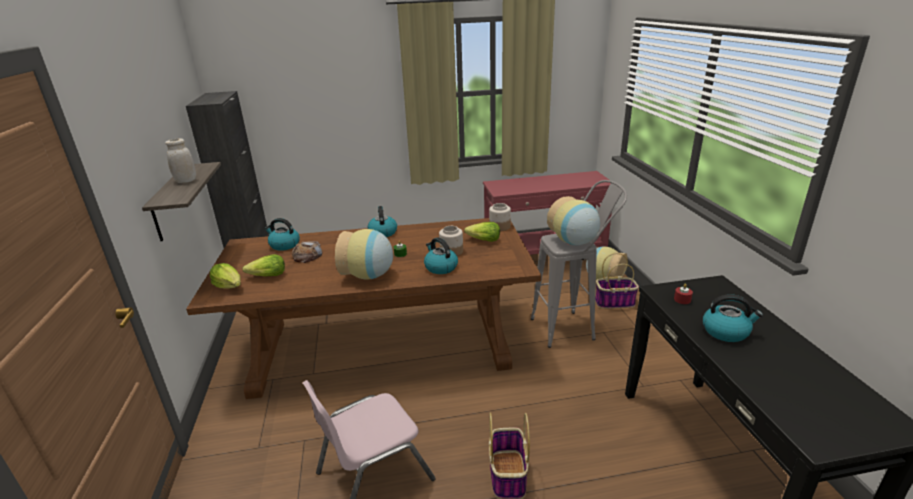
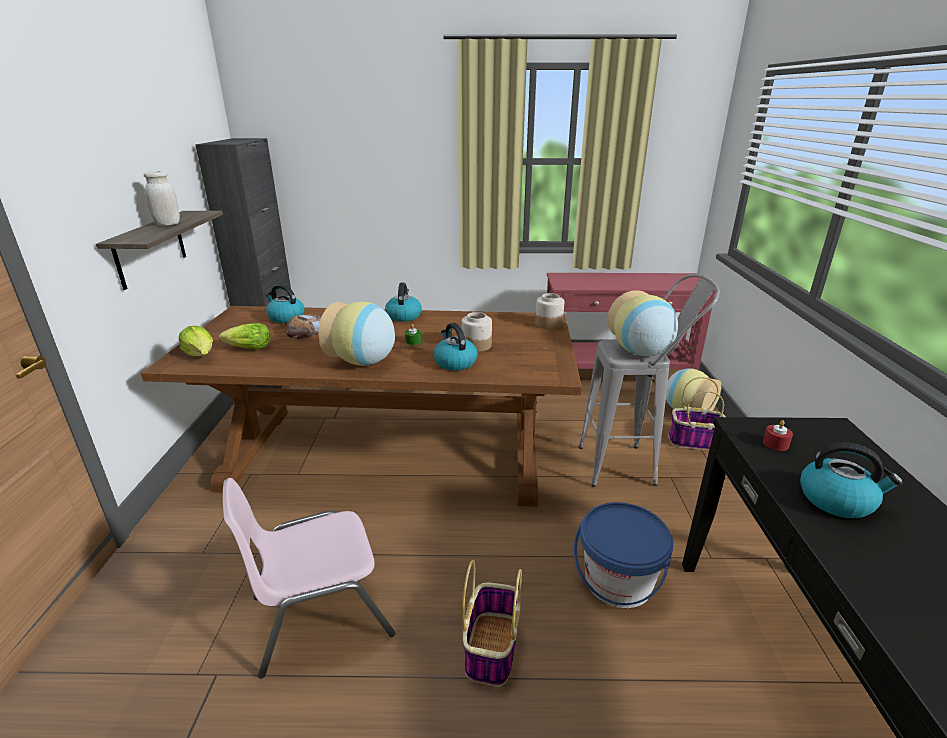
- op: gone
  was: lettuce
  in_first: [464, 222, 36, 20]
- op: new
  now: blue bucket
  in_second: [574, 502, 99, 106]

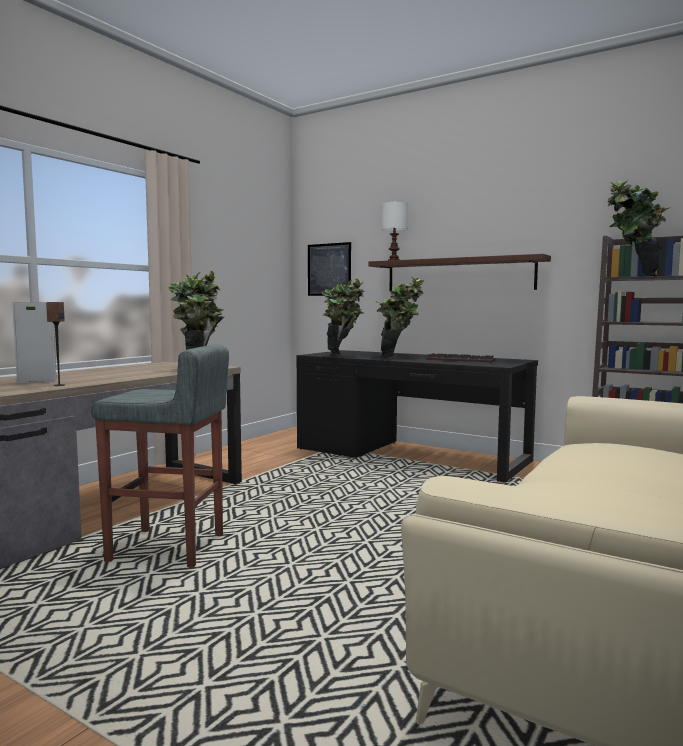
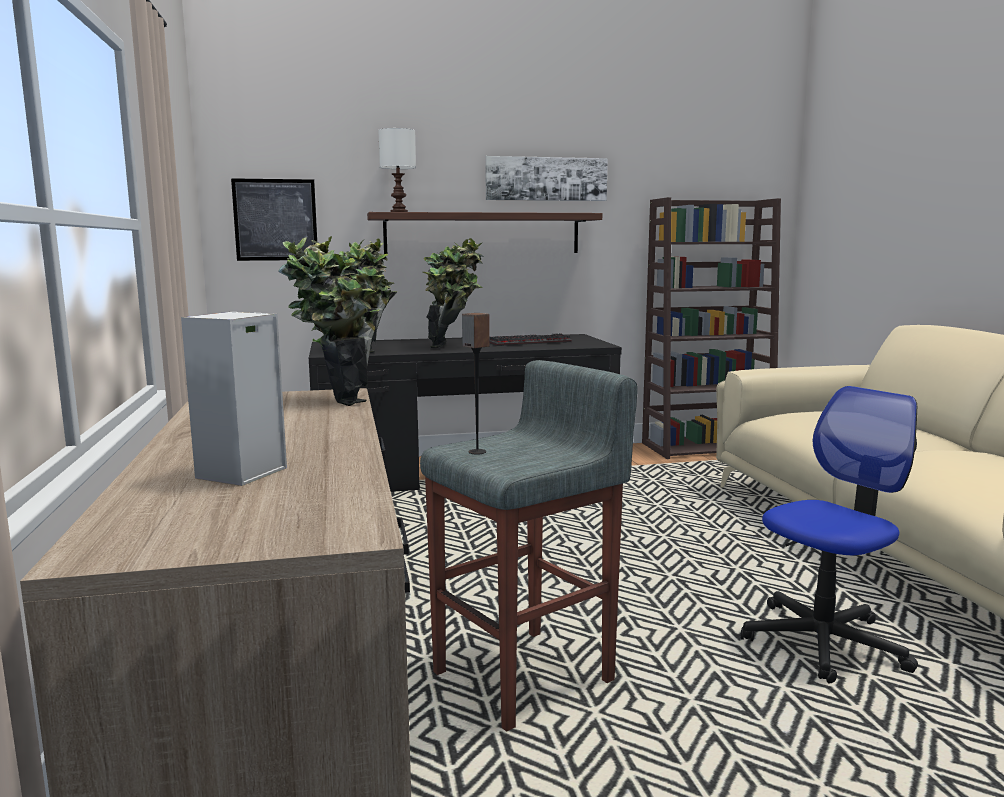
- op: gone
  was: potted plant
  in_first: [608, 181, 63, 95]
- op: new
  now: picture
  in_second: [485, 156, 123, 45]
- op: new
  now: office chair
  in_second: [741, 386, 177, 298]
- op: shifted
  was: speaker
  in_first: [46, 302, 19, 84]
  in_second: [462, 313, 28, 142]

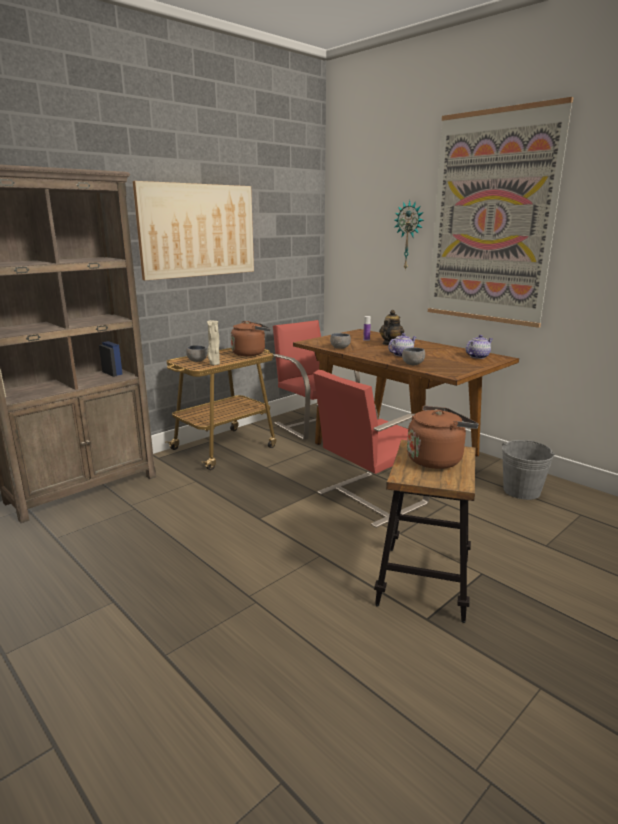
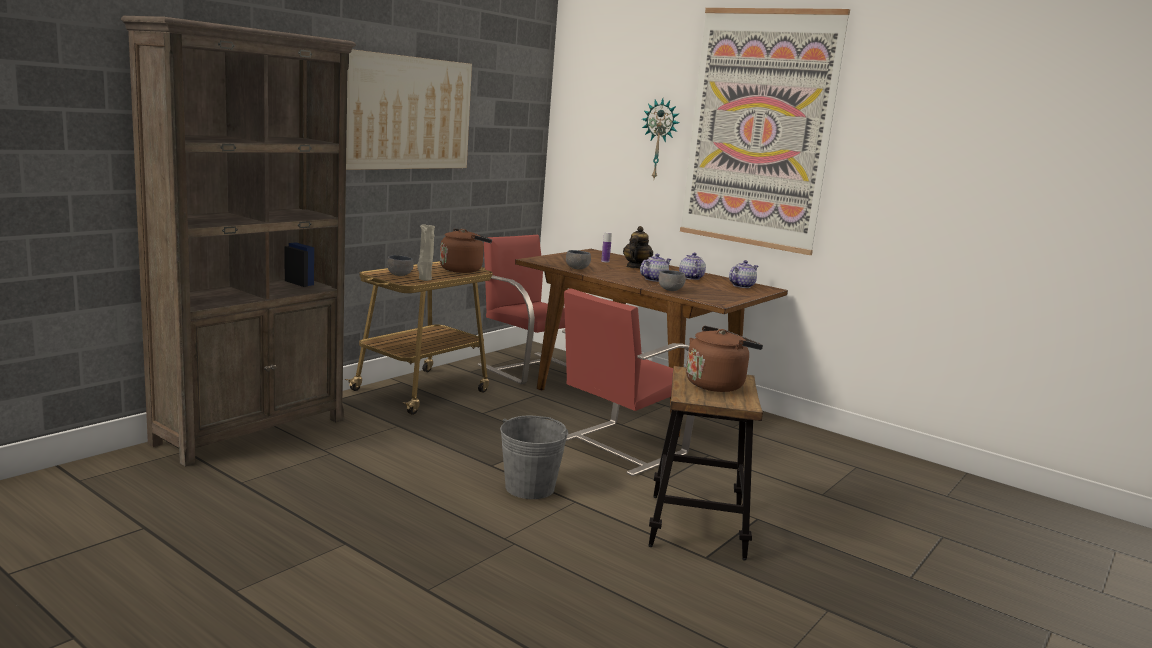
- op: new
  now: teapot
  in_second: [679, 253, 27, 27]
- op: shifted
  was: grey bucket
  in_first: [502, 440, 53, 60]
  in_second: [500, 416, 68, 83]

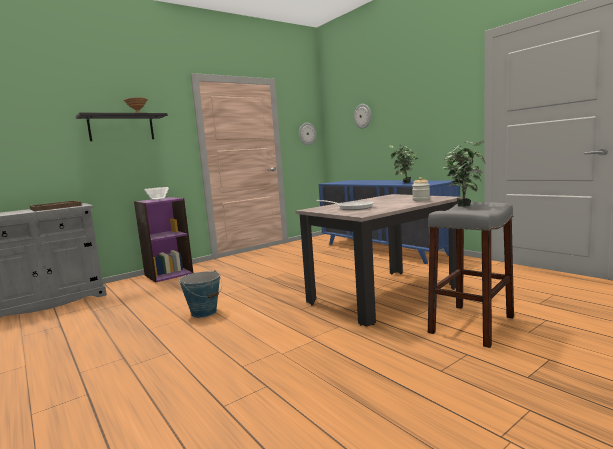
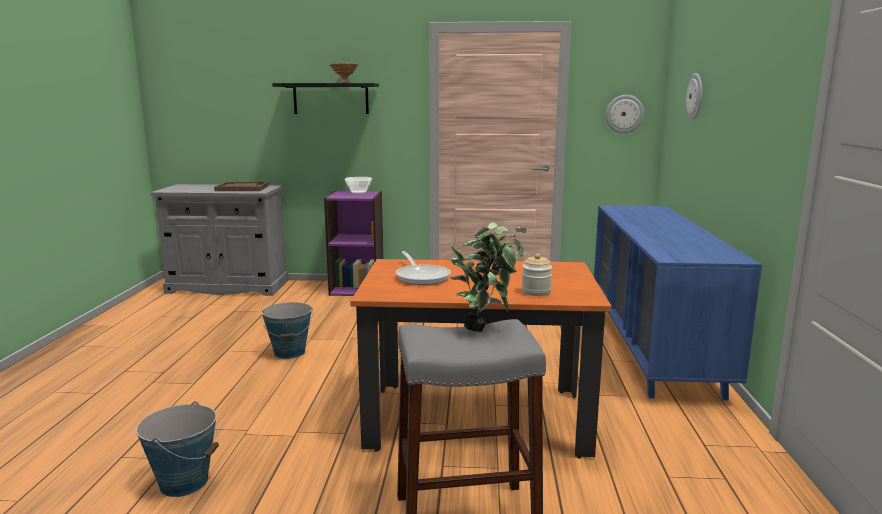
- op: gone
  was: potted plant
  in_first: [389, 144, 29, 39]
- op: new
  now: bucket
  in_second: [136, 401, 83, 96]
- op: repainted
  was: beige dining table
  now: orange dining table
  in_first: [295, 194, 168, 133]
  in_second: [350, 259, 262, 199]

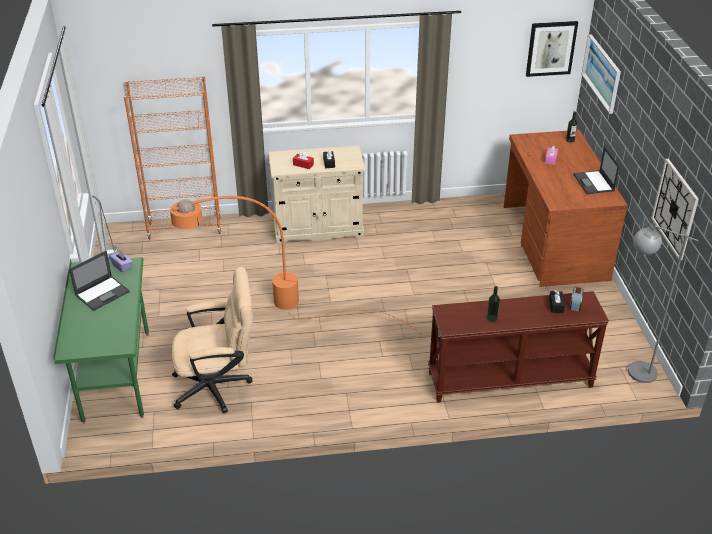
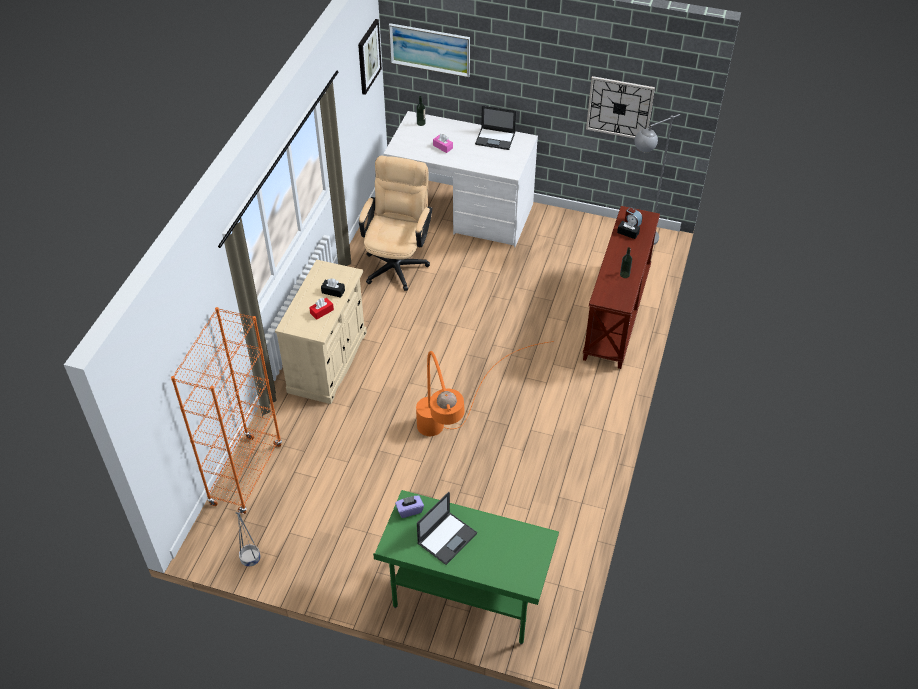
- op: shifted
  was: beige office chair
  in_first: [172, 267, 81, 146]
  in_second: [359, 156, 73, 135]
- op: repainted
  was: brown desk
  now: white desk
  in_first: [504, 130, 124, 157]
  in_second: [383, 111, 155, 136]
- op: rotated
  was: laptop
  in_first: [69, 251, 61, 60]
  in_second: [417, 492, 60, 73]
  clockwise: 60

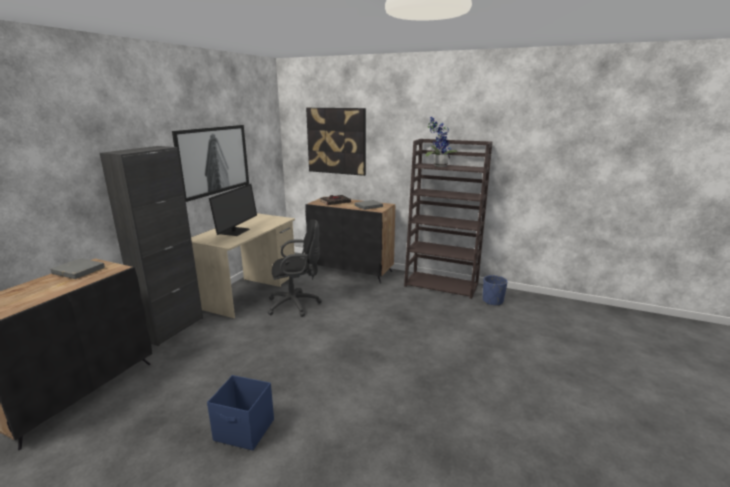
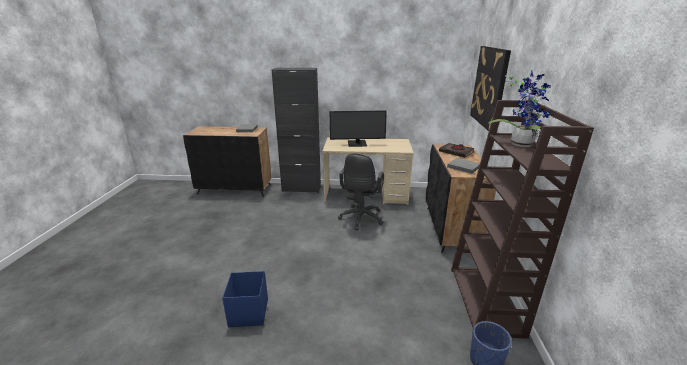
- op: gone
  was: picture
  in_first: [172, 125, 77, 77]
- op: shifted
  was: blue storage box
  in_first: [207, 375, 67, 76]
  in_second: [222, 271, 46, 56]
- op: rotated
  was: black office chair
  in_first: [267, 219, 55, 98]
  in_second: [338, 154, 46, 76]
  clockwise: 45

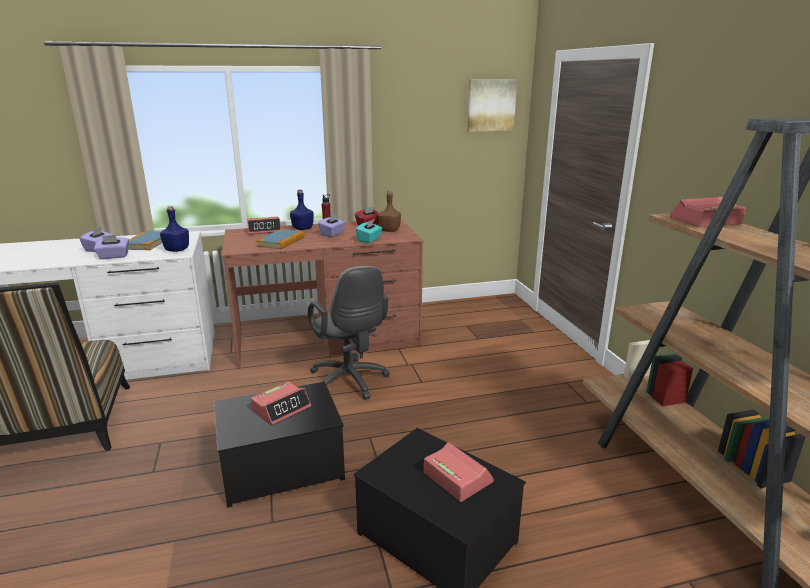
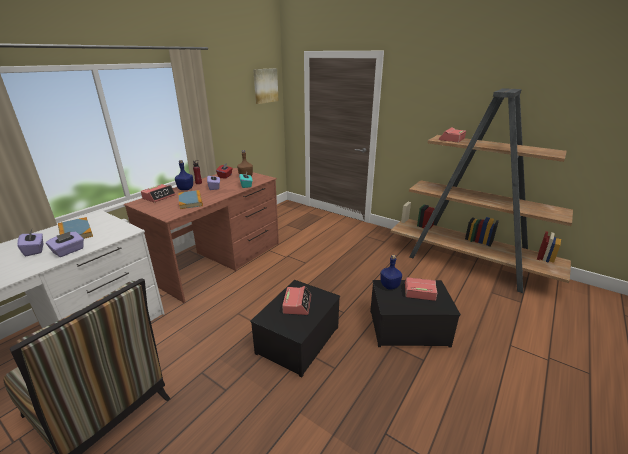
- op: gone
  was: grey office chair
  in_first: [308, 266, 82, 134]
- op: shifted
  was: blue bottle
  in_first: [160, 206, 29, 46]
  in_second: [380, 255, 22, 35]

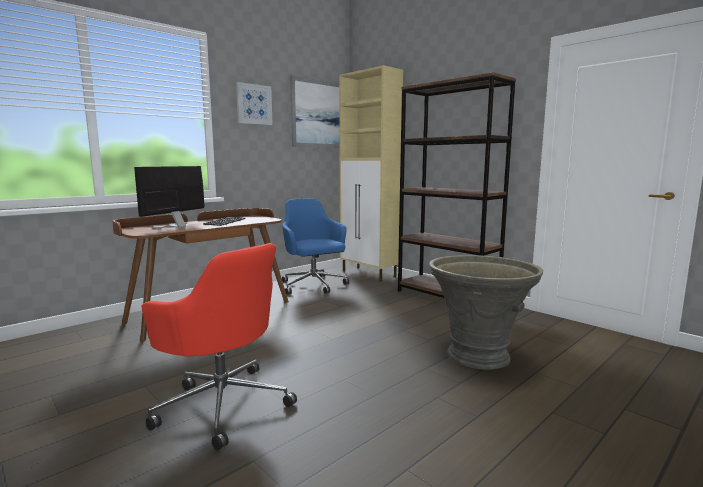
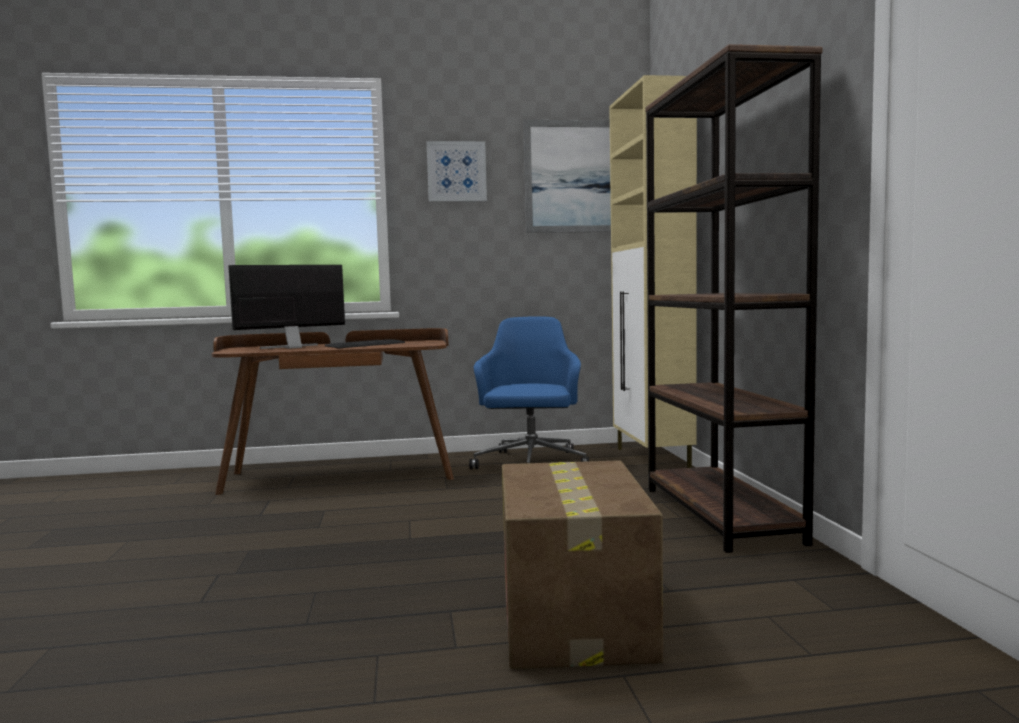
- op: gone
  was: red office chair
  in_first: [142, 243, 155, 207]
- op: swapped
  was: grey planter
  now: cardboard box
  in_first: [429, 255, 114, 115]
  in_second: [502, 460, 161, 209]

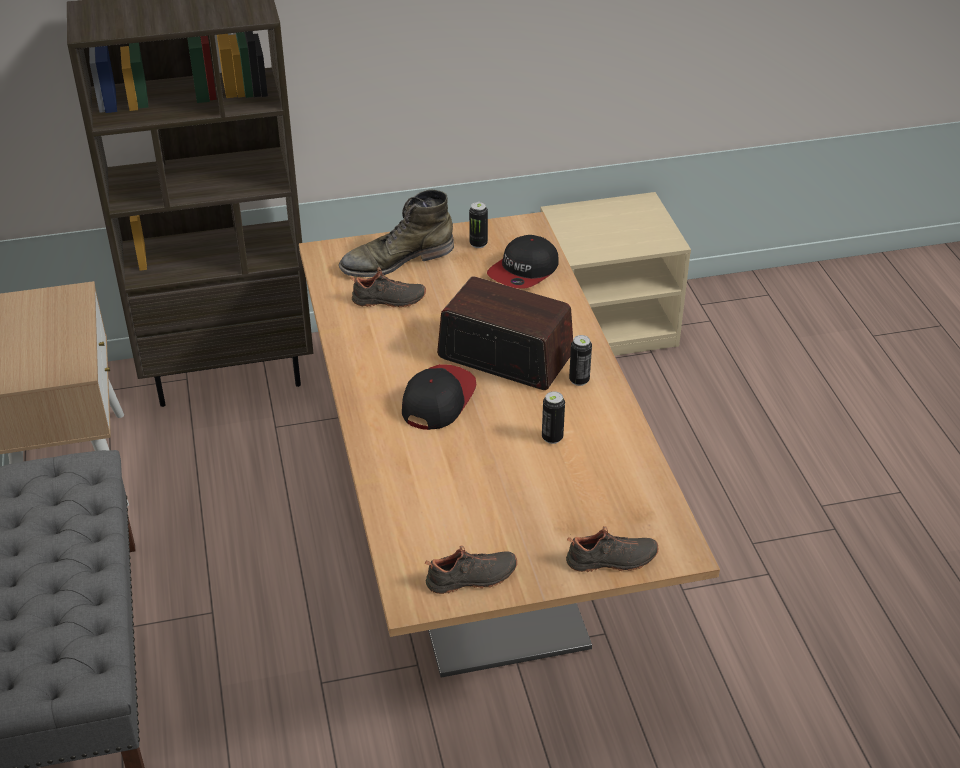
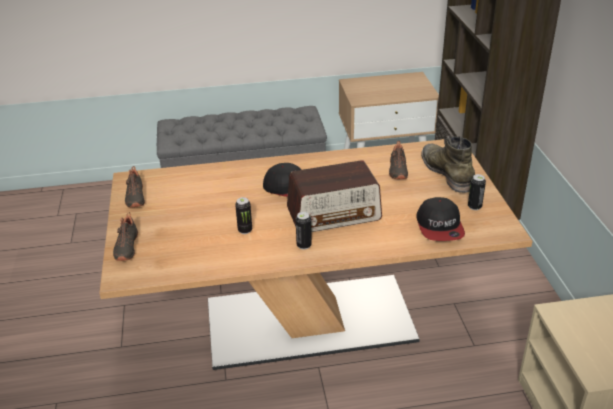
- op: rotated
  was: radio
  in_first: [437, 276, 136, 114]
  in_second: [287, 160, 95, 72]
  clockwise: 45
- op: rotated
  was: cap
  in_first: [487, 235, 72, 54]
  in_second: [416, 197, 49, 44]
  clockwise: -135

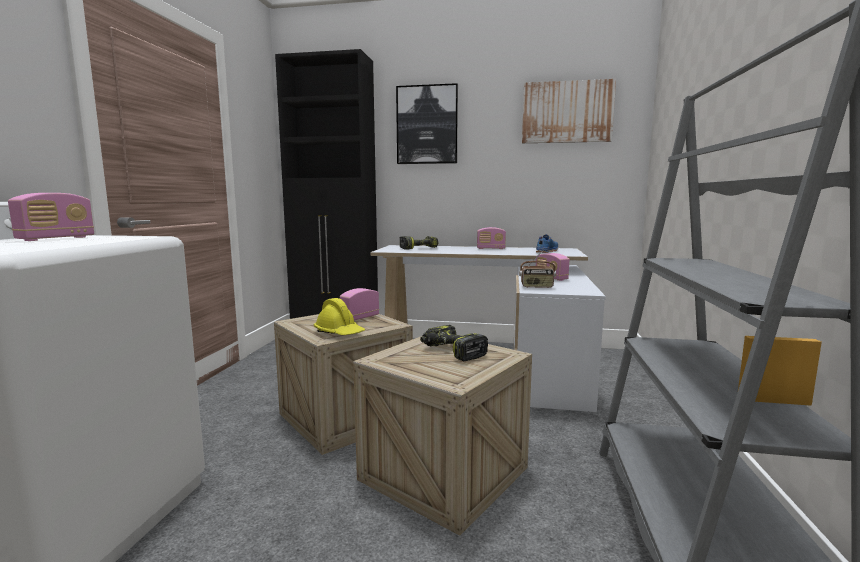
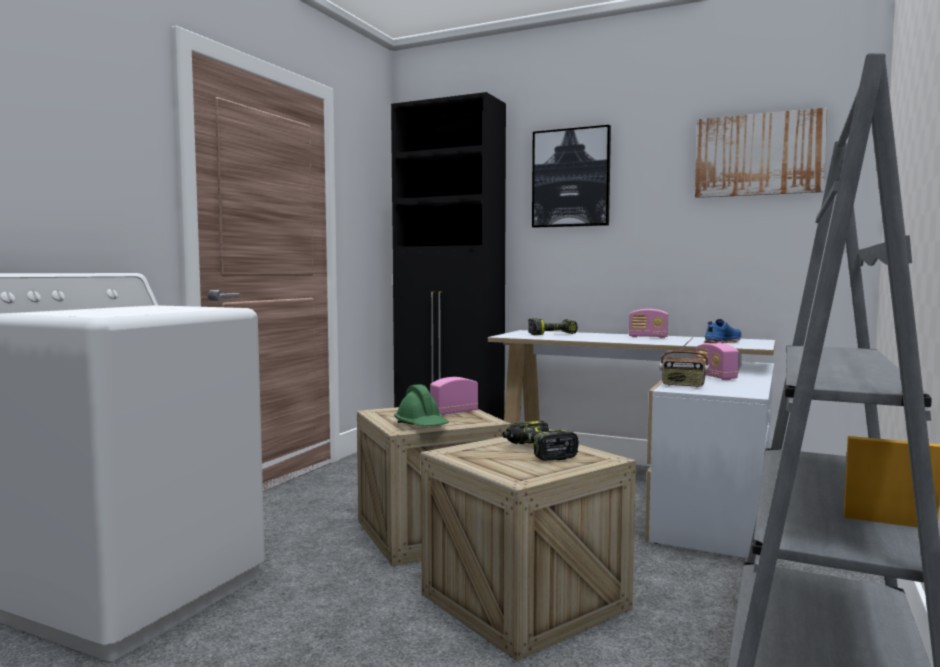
- op: gone
  was: radio
  in_first: [8, 193, 86, 48]
- op: repainted
  was: yellow hard hat
  now: green hard hat
  in_first: [314, 298, 51, 37]
  in_second: [394, 384, 55, 42]

